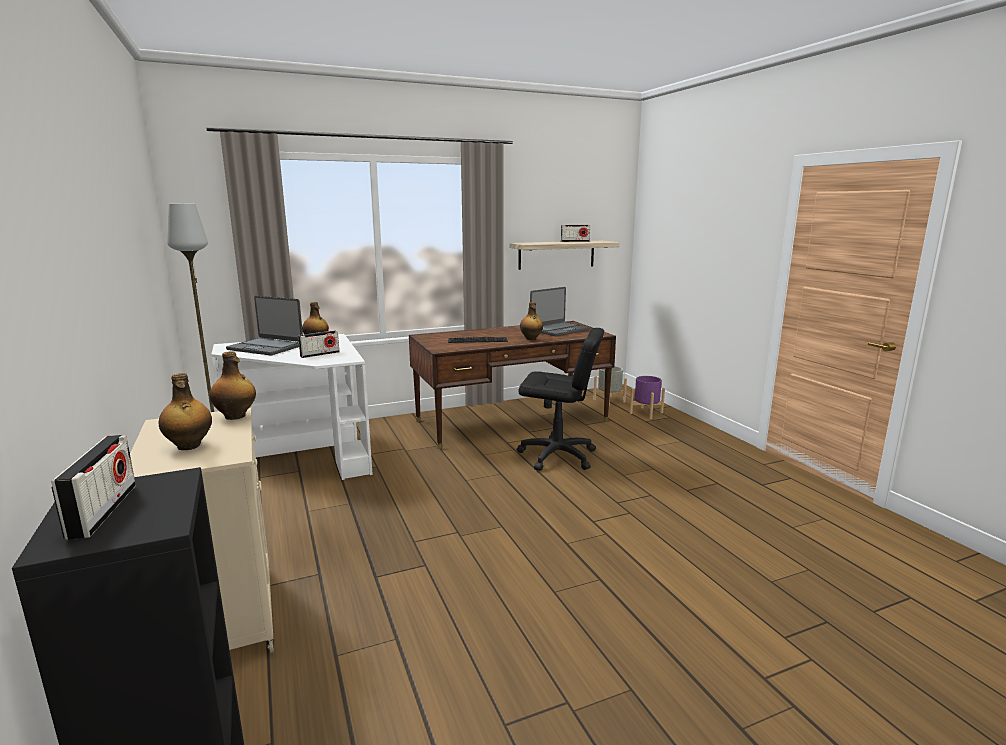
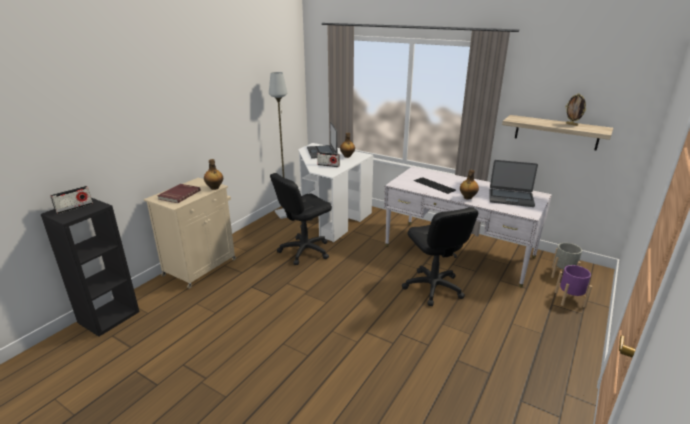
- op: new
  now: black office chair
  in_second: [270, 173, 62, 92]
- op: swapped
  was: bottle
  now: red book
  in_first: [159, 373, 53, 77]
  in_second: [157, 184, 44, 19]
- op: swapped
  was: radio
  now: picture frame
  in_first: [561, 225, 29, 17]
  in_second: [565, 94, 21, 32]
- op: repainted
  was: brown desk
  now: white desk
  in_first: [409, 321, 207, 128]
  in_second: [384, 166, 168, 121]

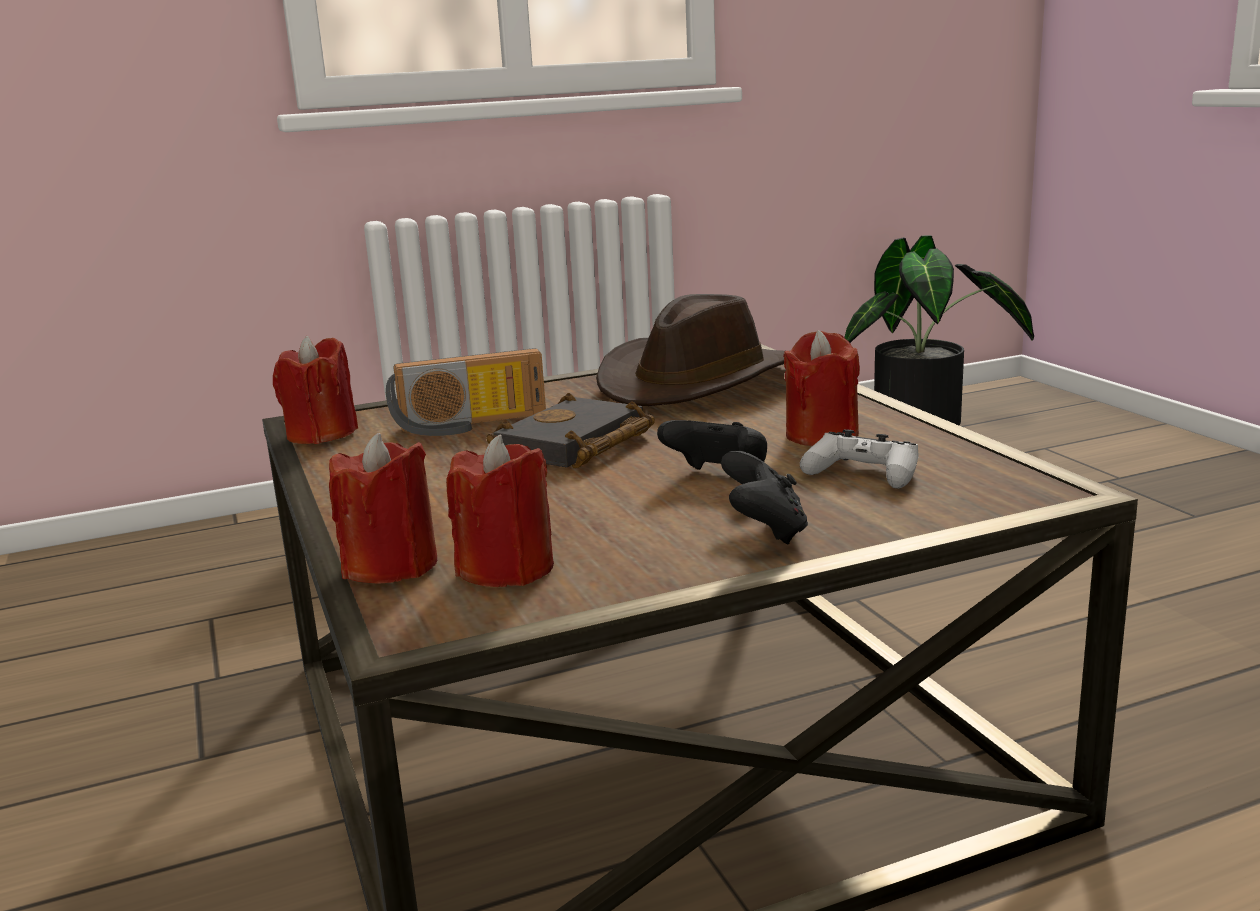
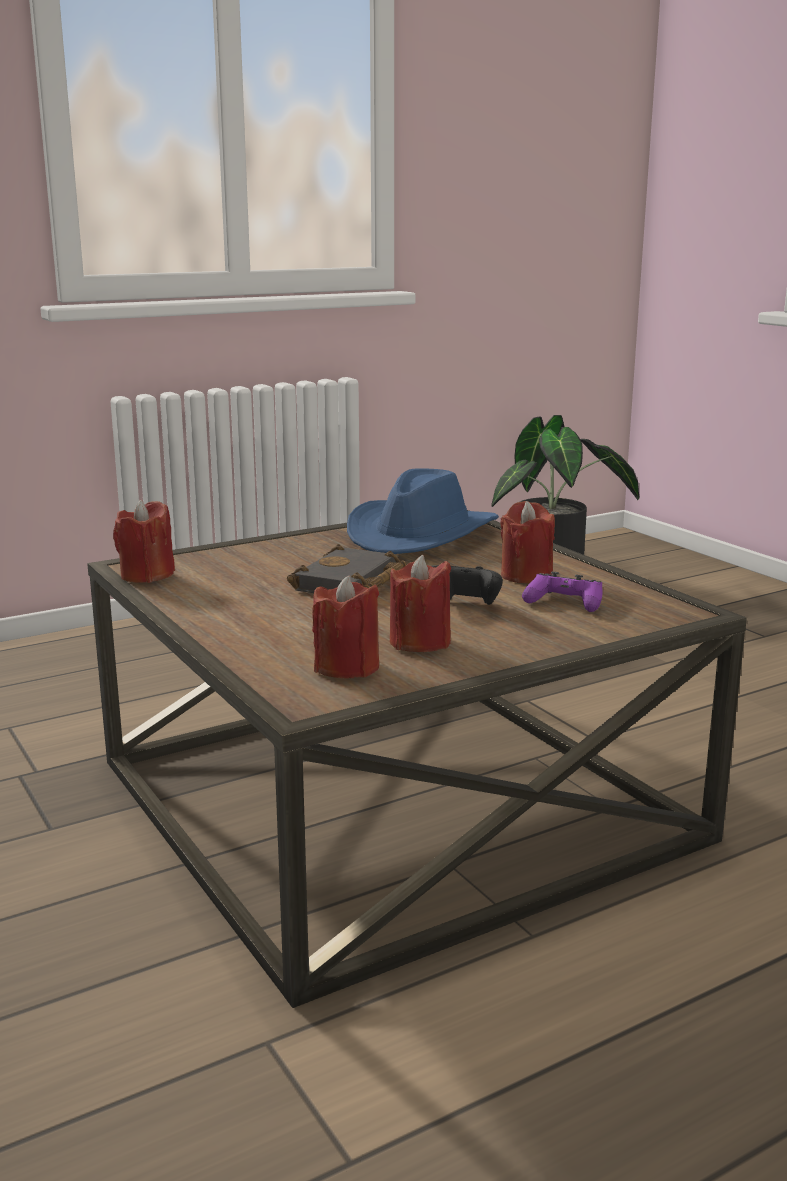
- op: gone
  was: radio
  in_first: [386, 348, 160, 88]
- op: gone
  was: black game controller
  in_first: [721, 450, 87, 94]
- op: shifted
  was: red candle
  in_first: [329, 433, 108, 151]
  in_second: [390, 555, 61, 97]
- op: repainted
  was: brown hat
  now: blue hat
  in_first: [596, 294, 188, 112]
  in_second: [347, 468, 152, 86]
- op: repainted
  was: white game controller
  now: purple game controller
  in_first: [800, 429, 119, 60]
  in_second: [522, 572, 81, 40]

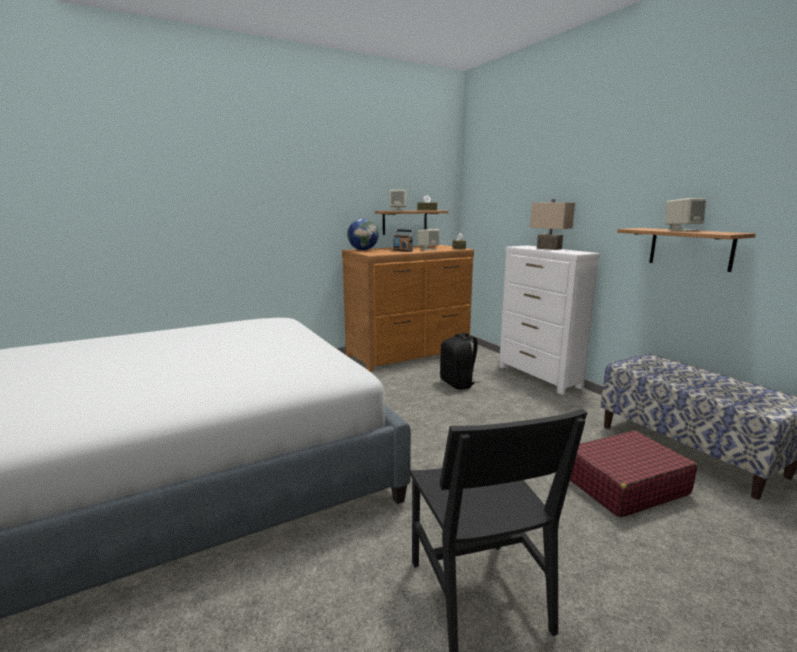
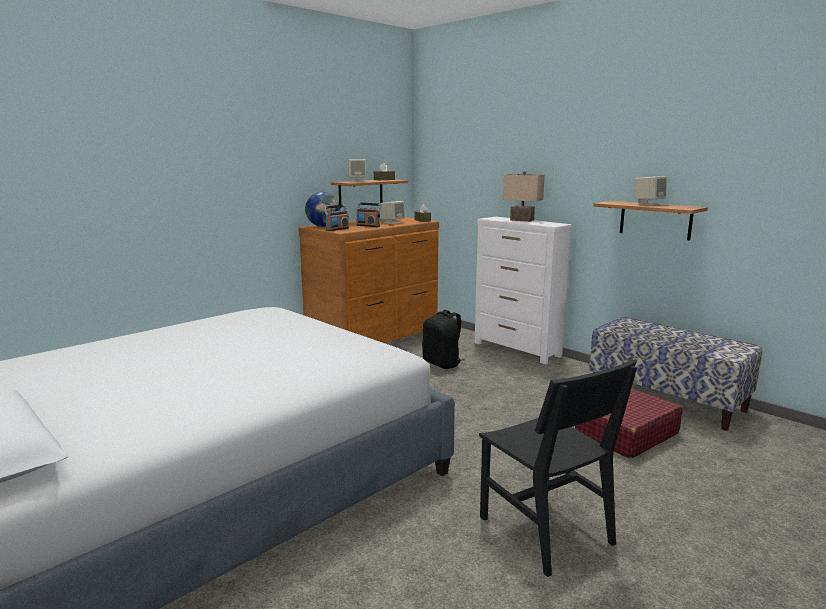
- op: new
  now: radio
  in_second: [323, 205, 26, 26]

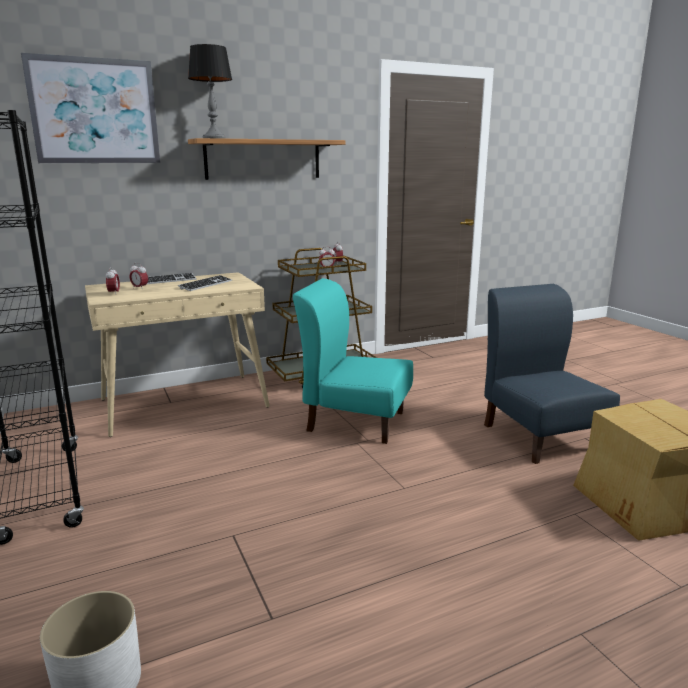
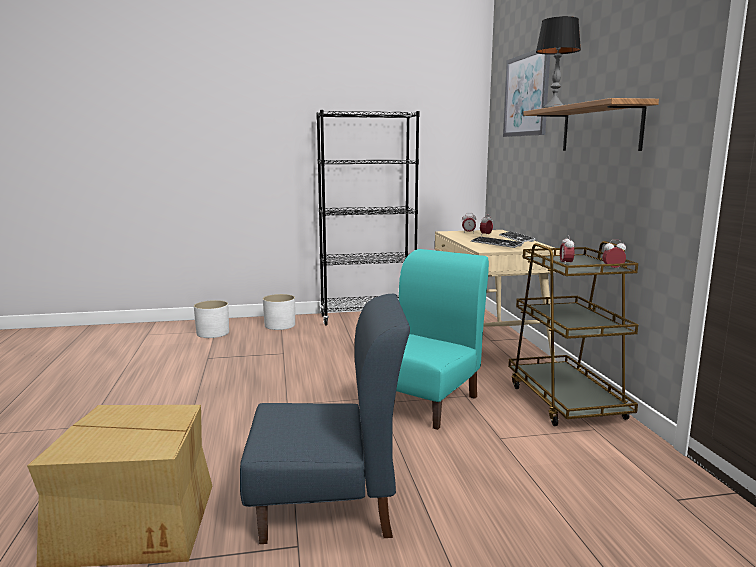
- op: new
  now: white planter
  in_second: [263, 294, 32, 36]

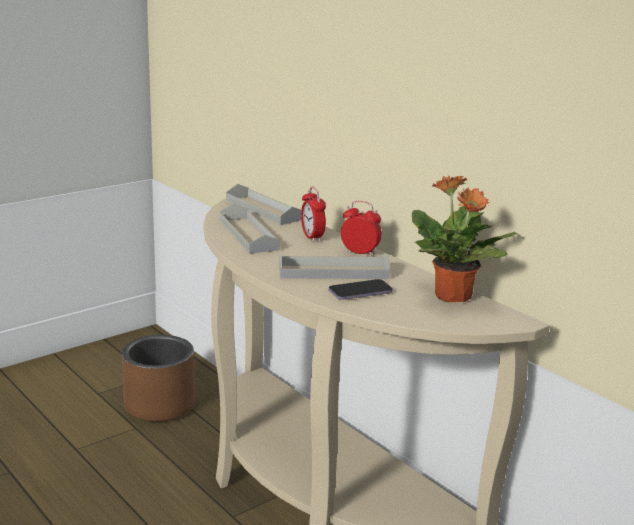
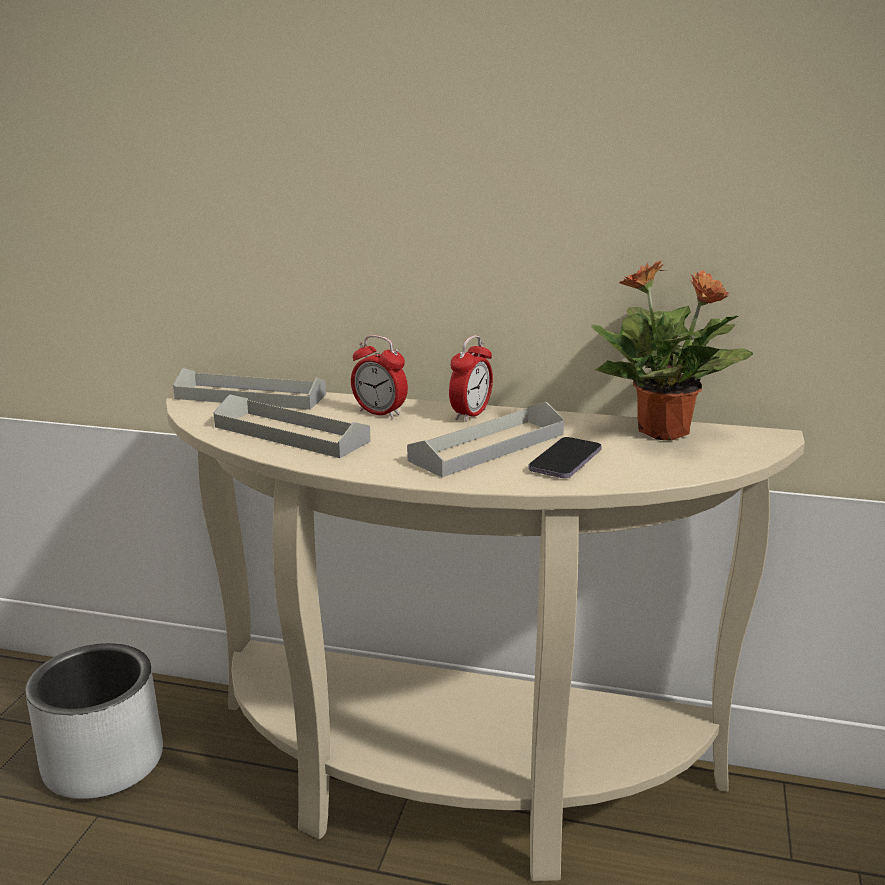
- op: repainted
  was: brown planter
  now: grey planter
  in_first: [122, 335, 73, 87]
  in_second: [25, 643, 138, 156]
- op: rotated
  was: alarm clock
  in_first: [341, 201, 41, 55]
  in_second: [449, 335, 44, 87]
  clockwise: 135

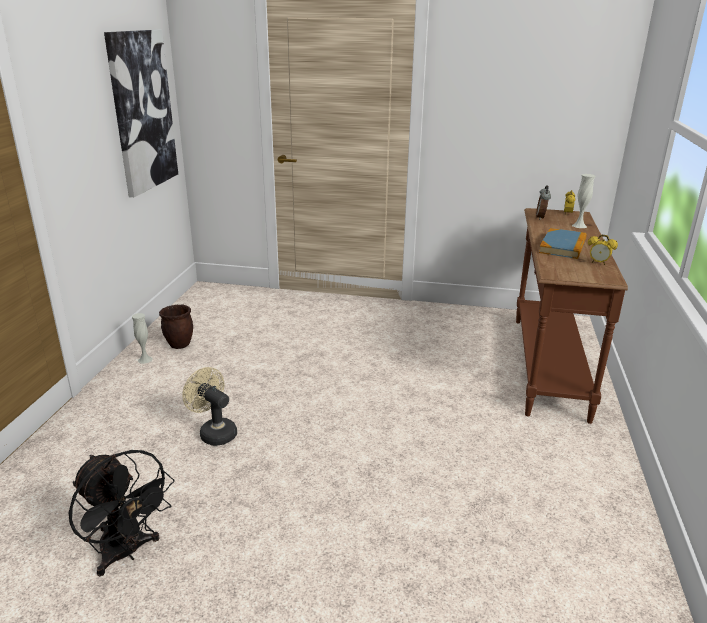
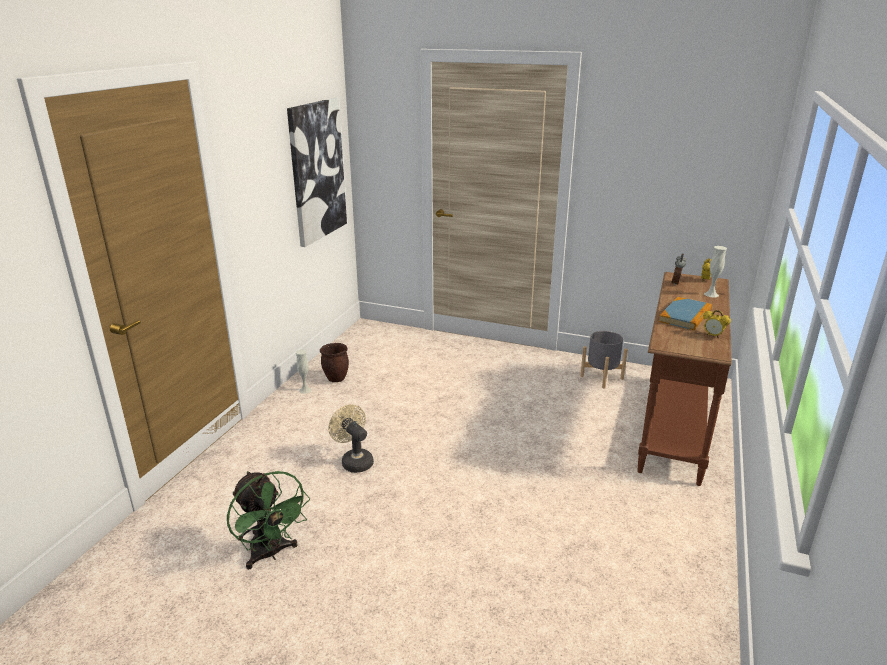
- op: new
  now: grey planter
  in_second: [580, 331, 48, 58]
- op: repainted
  was: black fan
  now: green fan
  in_first: [69, 450, 105, 126]
  in_second: [227, 471, 83, 99]

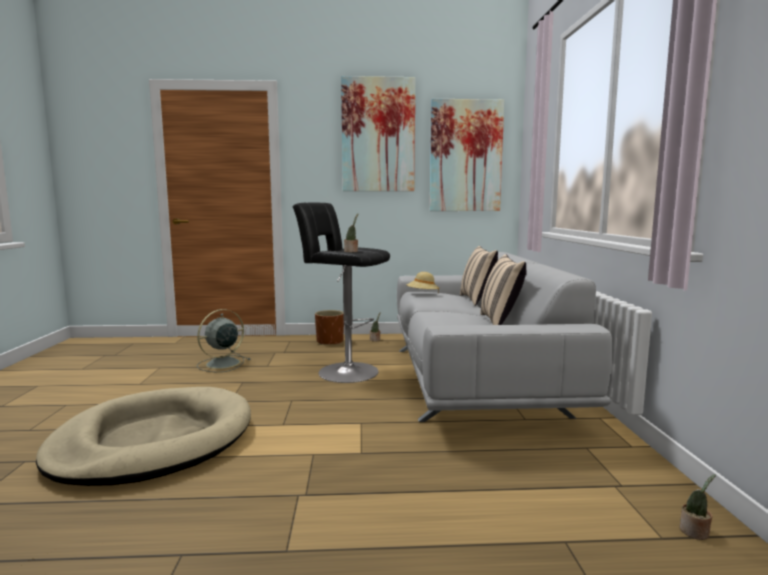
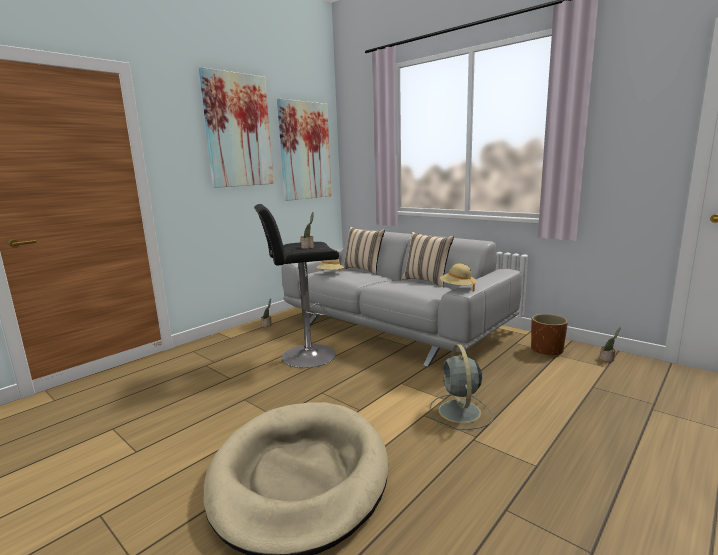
- op: new
  now: beige hat
  in_second: [440, 264, 37, 28]
- op: shifted
  was: grey fan
  in_first: [197, 309, 53, 63]
  in_second: [430, 344, 63, 86]
- op: shifted
  was: brown planter
  in_first: [315, 310, 29, 35]
  in_second: [531, 314, 37, 43]

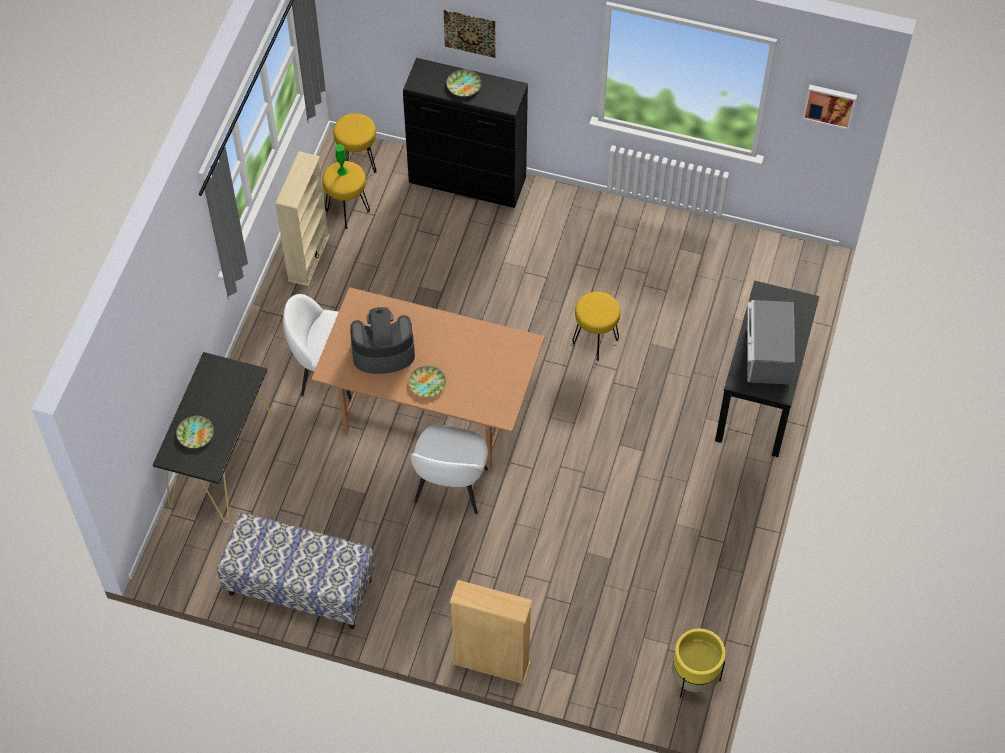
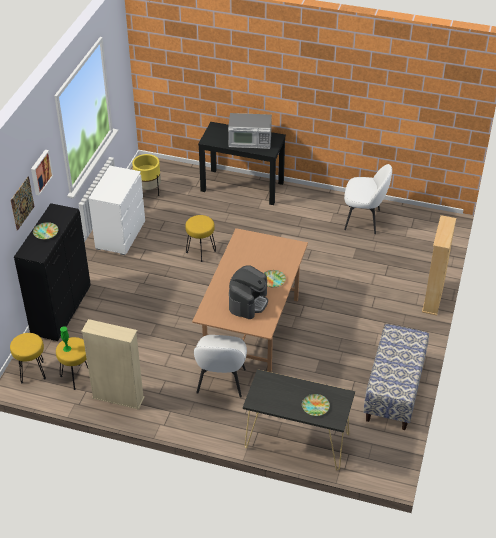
- op: new
  now: white dresser
  in_second: [88, 166, 57, 89]
- op: shifted
  was: white chair
  in_first: [411, 425, 77, 89]
  in_second: [344, 164, 48, 70]
- op: shifted
  was: yellow planter
  in_first: [672, 629, 53, 69]
  in_second: [132, 154, 29, 42]
- op: shifted
  was: picture
  in_first: [802, 85, 55, 45]
  in_second: [31, 150, 22, 45]
- op: rotated
  was: coffee machine
  in_first: [350, 307, 65, 67]
  in_second: [229, 265, 39, 54]
  clockwise: -150

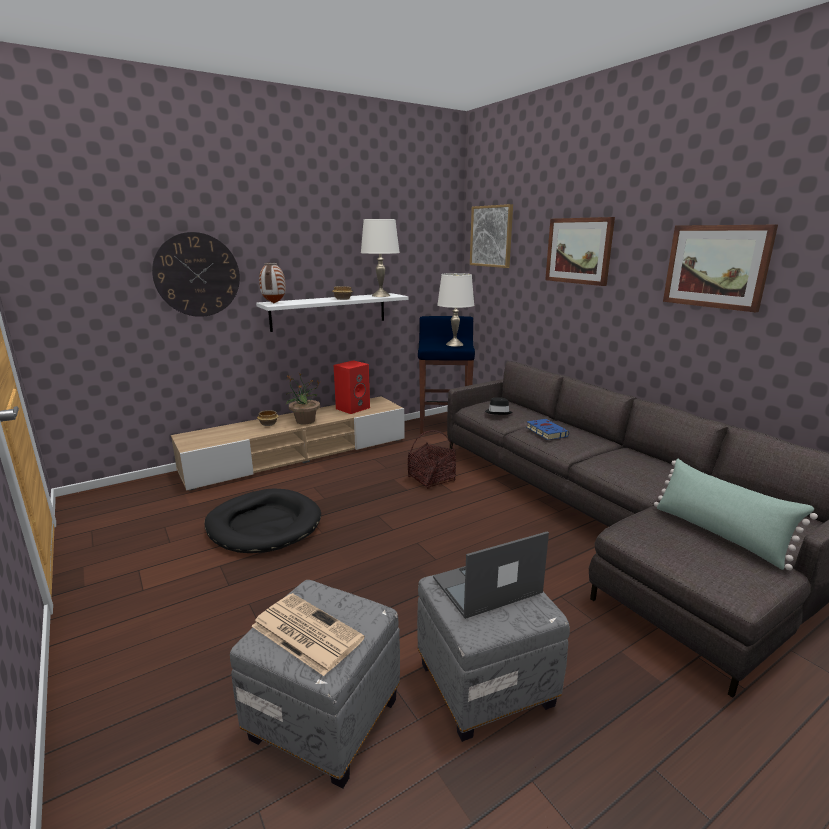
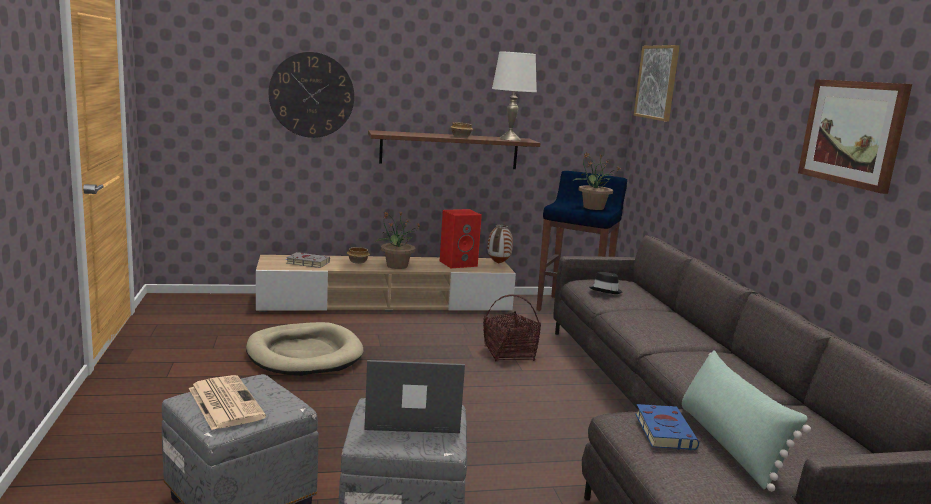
- op: gone
  was: picture
  in_first: [545, 217, 70, 69]
- op: new
  now: grey book
  in_second: [286, 252, 44, 16]
- op: shifted
  was: vase
  in_first: [259, 263, 27, 40]
  in_second: [487, 224, 26, 40]
- op: shifted
  was: blue book
  in_first: [527, 419, 42, 21]
  in_second: [635, 404, 64, 46]
- op: swapped
  was: white table lamp
  now: potted plant
  in_first: [437, 273, 37, 73]
  in_second: [574, 153, 47, 57]
- op: repainted
  was: black dog bed
  now: beige dog bed
  in_first: [205, 489, 116, 64]
  in_second: [246, 322, 117, 54]
- op: repainted
  was: white shelf
  now: brown shelf
  in_first: [256, 293, 152, 39]
  in_second: [368, 130, 173, 39]

